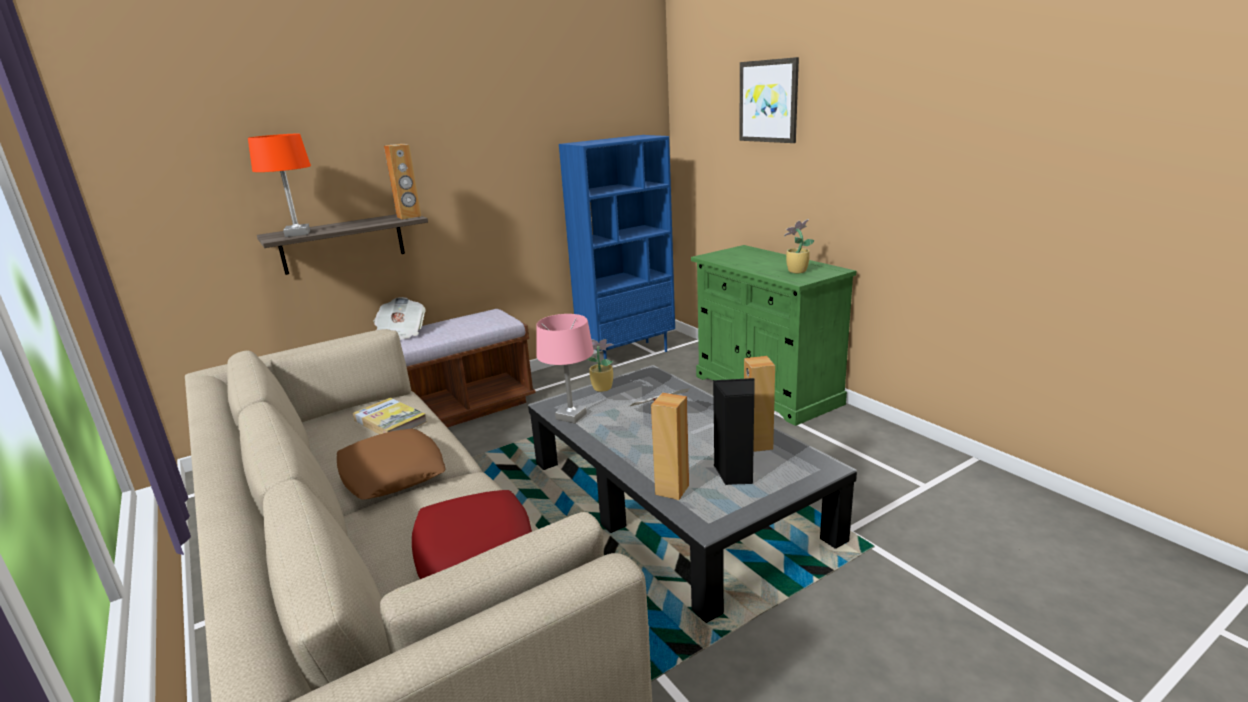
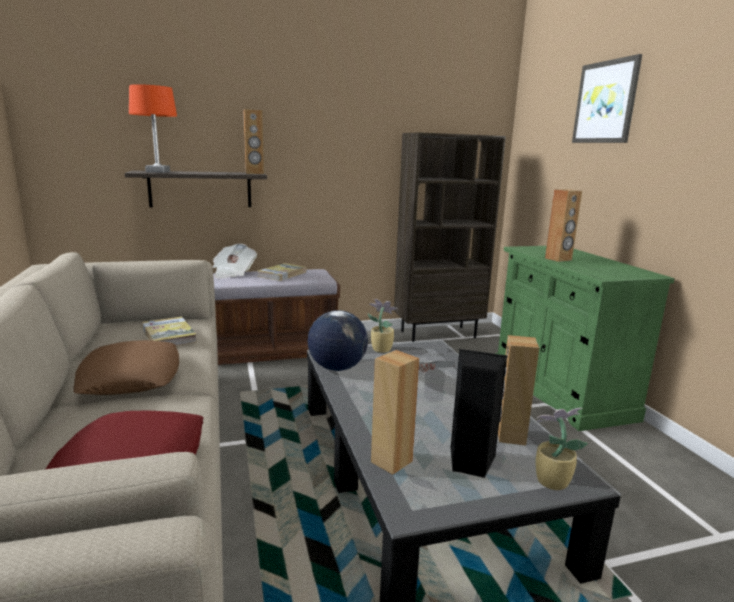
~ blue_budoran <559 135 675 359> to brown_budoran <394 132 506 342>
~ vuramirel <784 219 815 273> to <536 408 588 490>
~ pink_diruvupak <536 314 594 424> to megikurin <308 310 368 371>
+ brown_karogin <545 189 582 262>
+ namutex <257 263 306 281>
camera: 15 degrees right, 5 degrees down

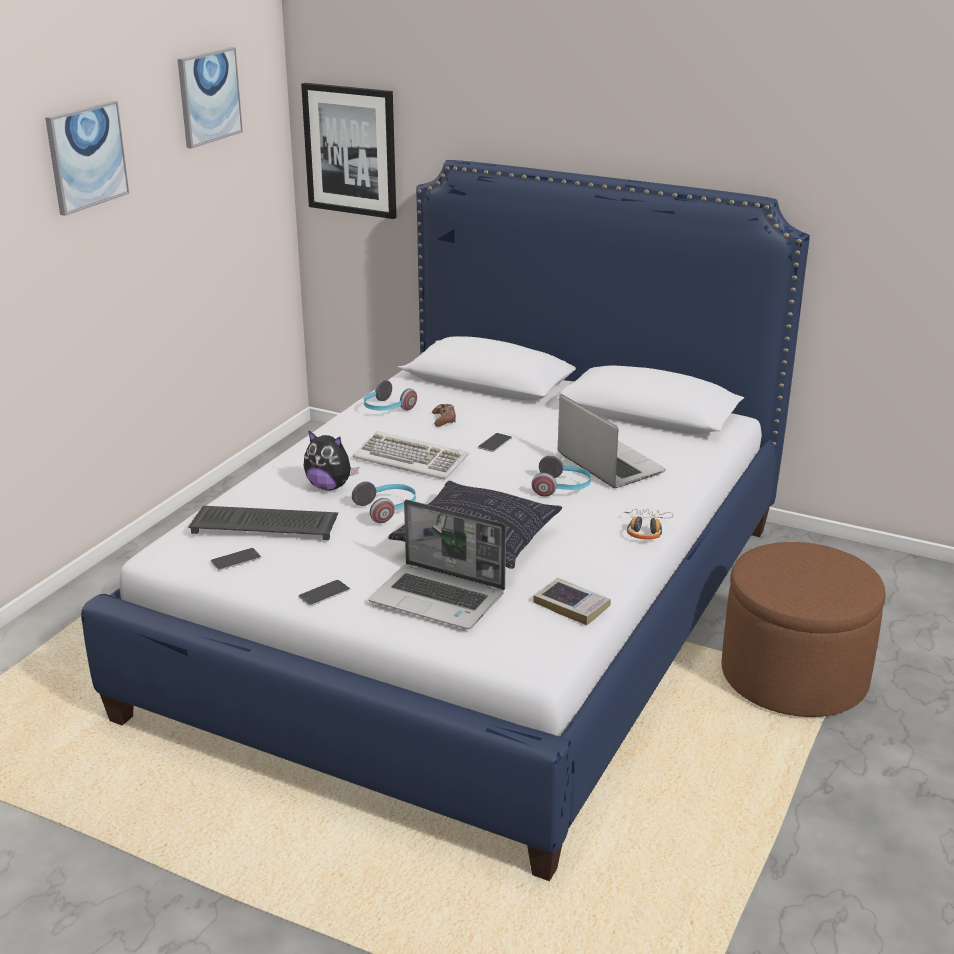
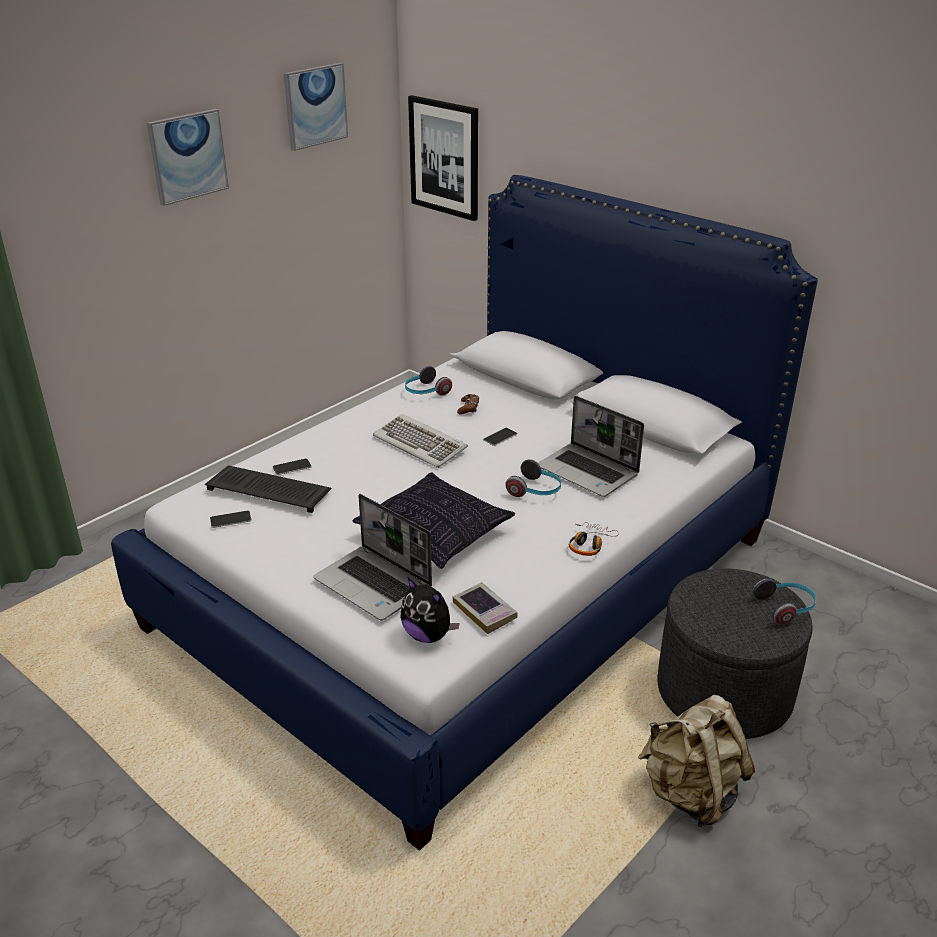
~ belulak <558 394 666 488> = <538 396 644 497> 150 degrees clockwise
~ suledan <304 430 359 490> to <400 578 460 643>
~ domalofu <352 481 416 523> to <753 579 816 625>
~ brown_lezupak <721 542 886 717> to grey_lezupak <657 568 812 739>
~ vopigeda <298 580 350 606> to <272 459 312 475>
+ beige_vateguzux <638 695 755 827>
camera: 15 degrees right, 5 degrees up

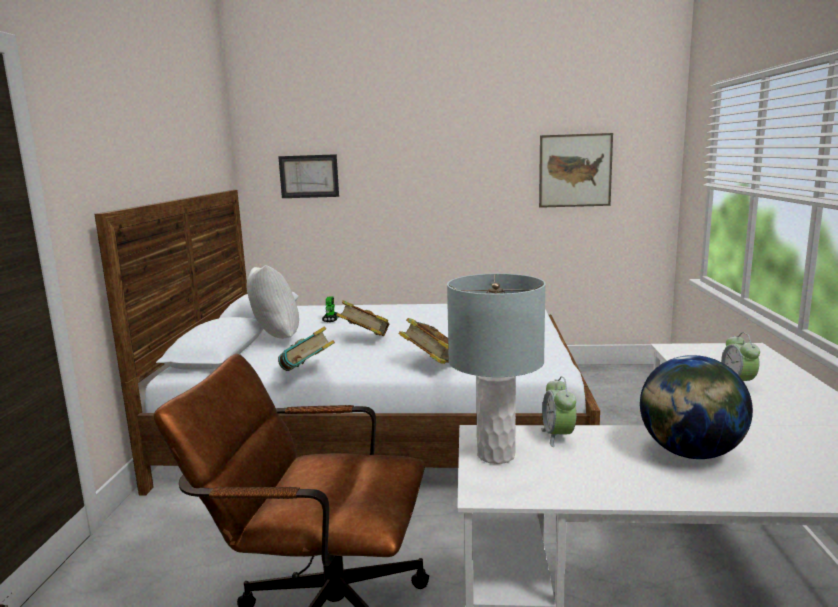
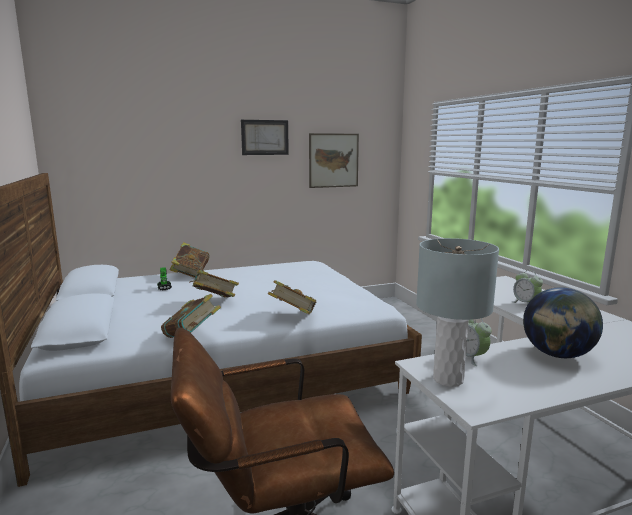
~ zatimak <278 154 339 198> to <241 120 289 155>
- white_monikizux <247 265 299 339>
+ namutex <170 242 209 278>
camera: 25 degrees left, 0 degrees up

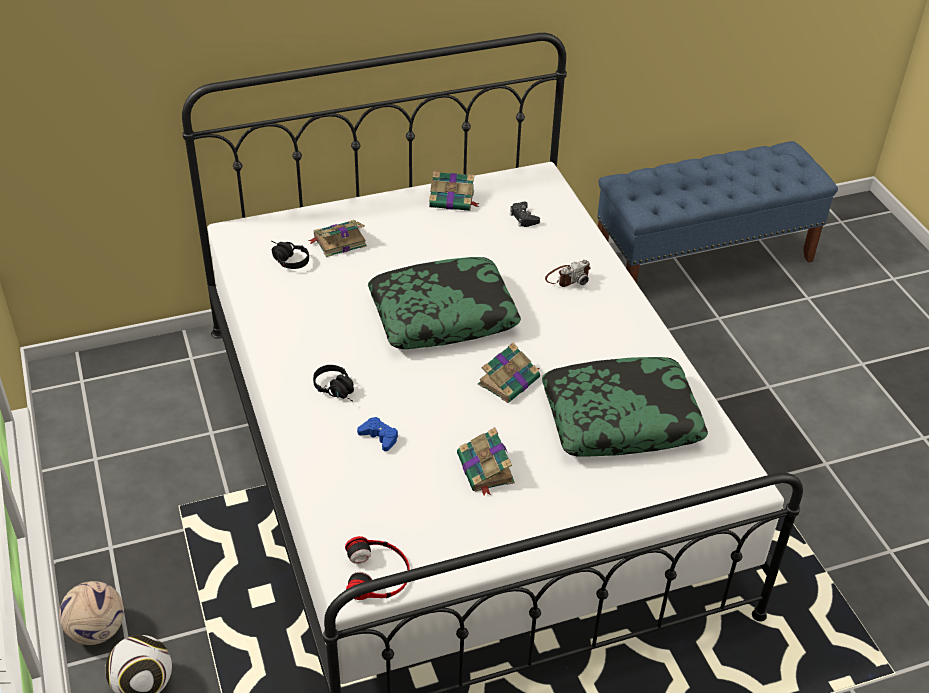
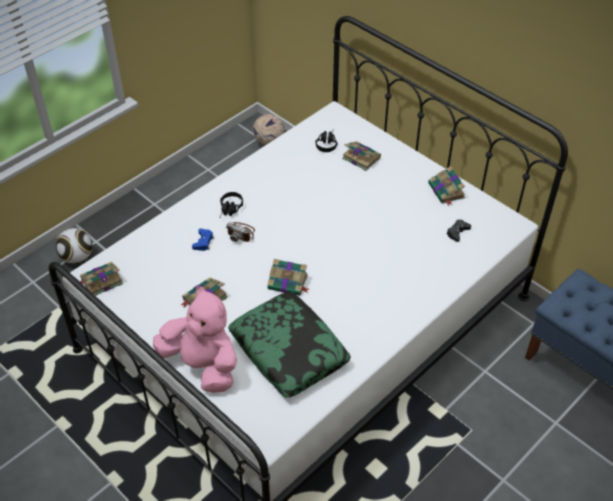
- monikizux <368 257 521 349>
~ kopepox <545 259 591 287> to <226 222 255 242>
~ domalofu <345 536 410 600> to namutex <80 262 123 296>
~ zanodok <59 581 124 645> to <253 114 284 145>
+ pink_suledan <153 286 237 393>
camera: 65 degrees right, 5 degrees up

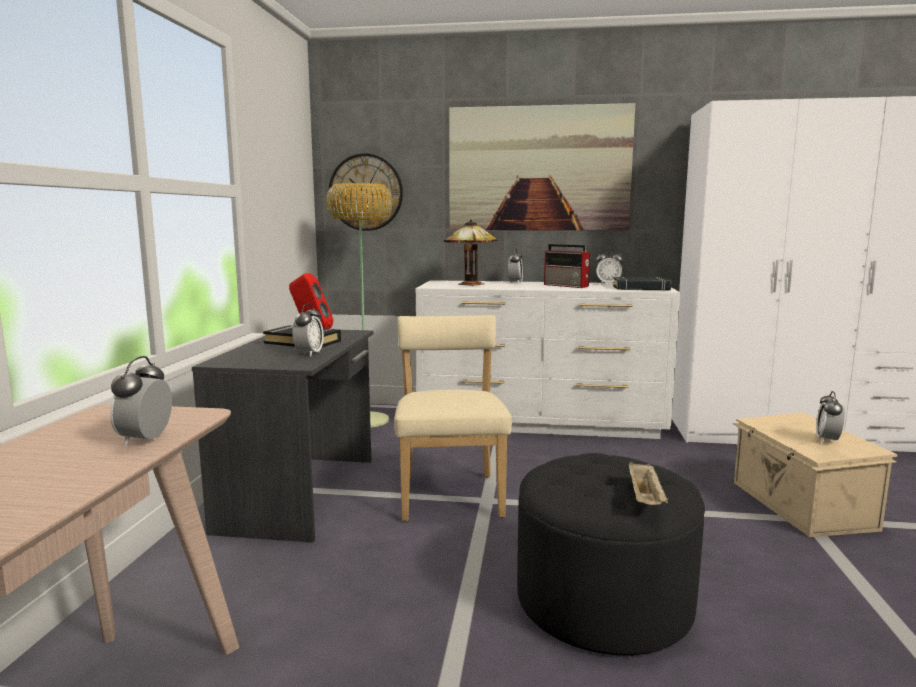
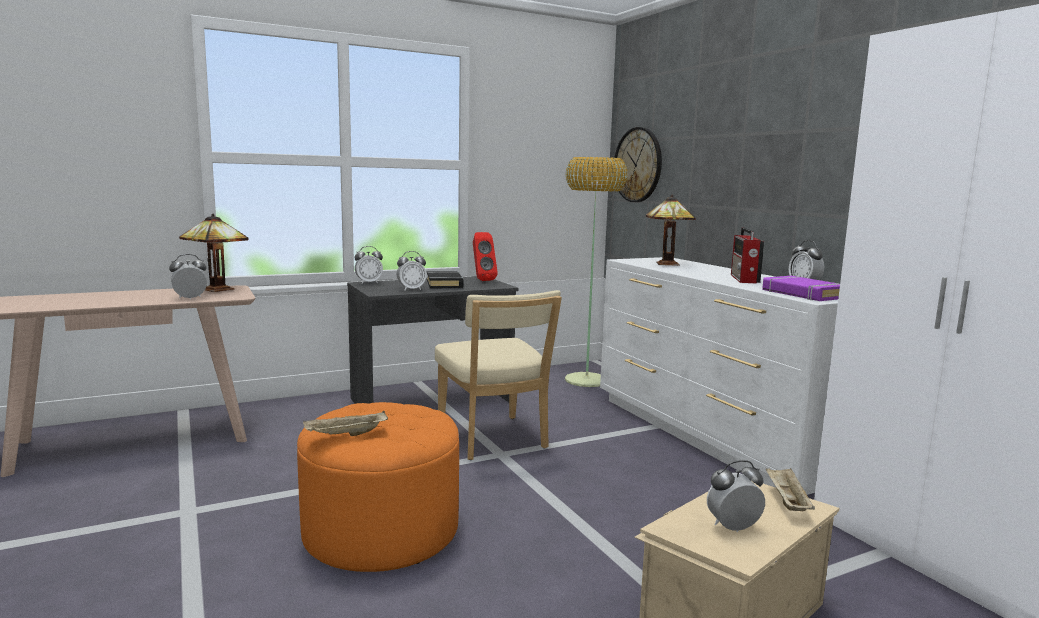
- zatimak <449 103 635 230>
~ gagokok <508 248 523 284> to <354 246 383 284>
~ black_namutex <613 277 671 291> to purple_namutex <762 276 840 301>
~ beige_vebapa <394 315 512 521> = <435 290 562 460> 105 degrees clockwise
~ black_lezupak <517 453 705 656> to orange_lezupak <297 402 459 572>
+ diruvupak <179 213 249 292>
+ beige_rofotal <766 468 815 511>
camera: 55 degrees right, 0 degrees up

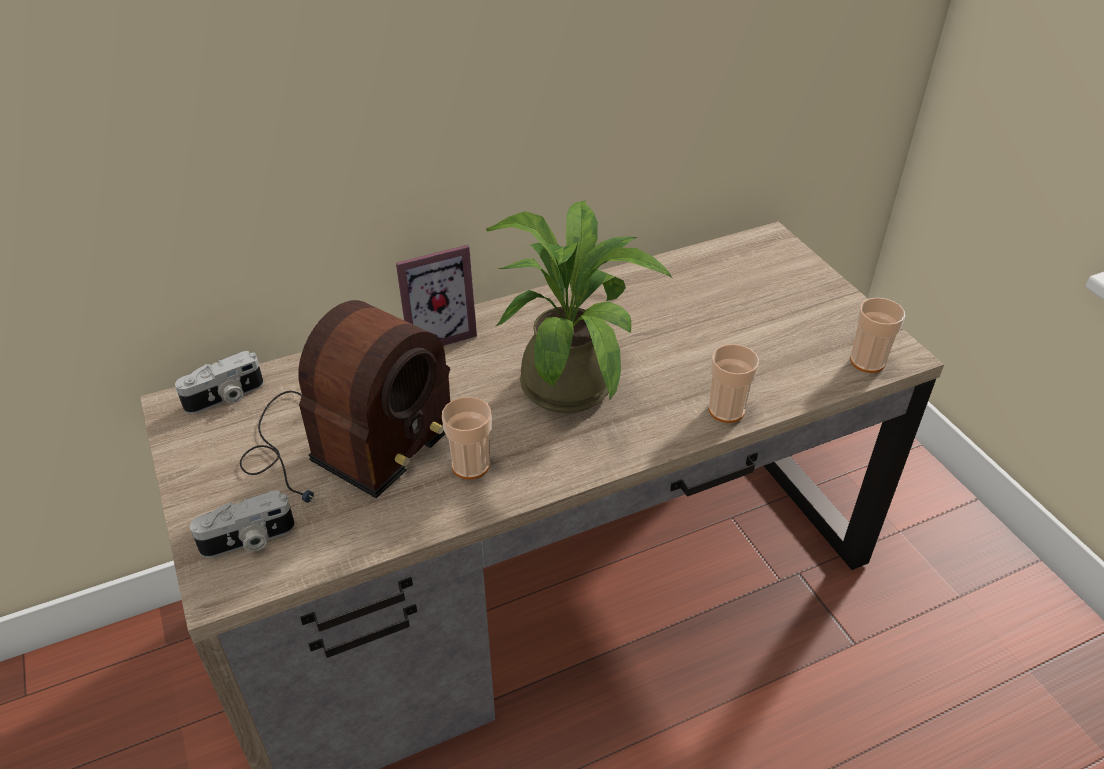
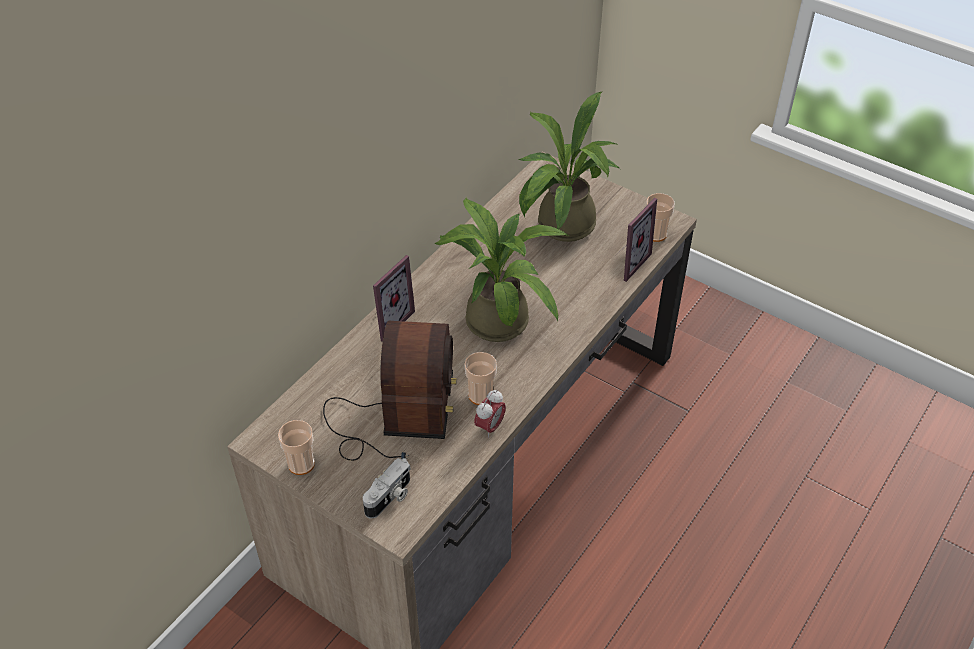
~ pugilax <709 344 759 423> to <278 420 315 475>
- kopepox <175 351 264 414>
+ vuramirel <519 91 620 242>
+ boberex <617 198 657 282>
+ gagokok <474 390 506 438>
camera: 30 degrees left, 5 degrees up

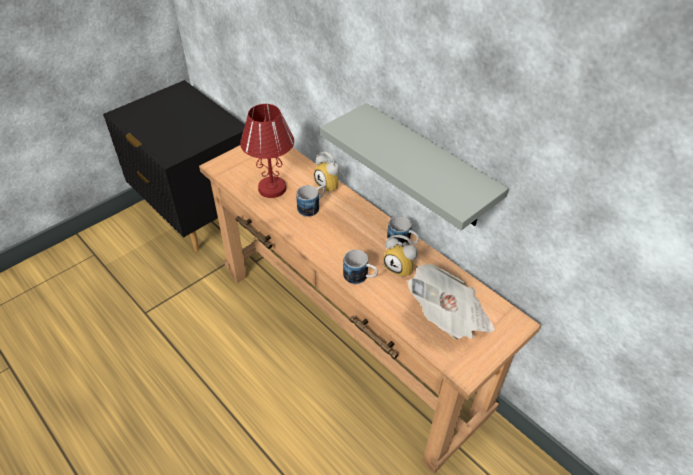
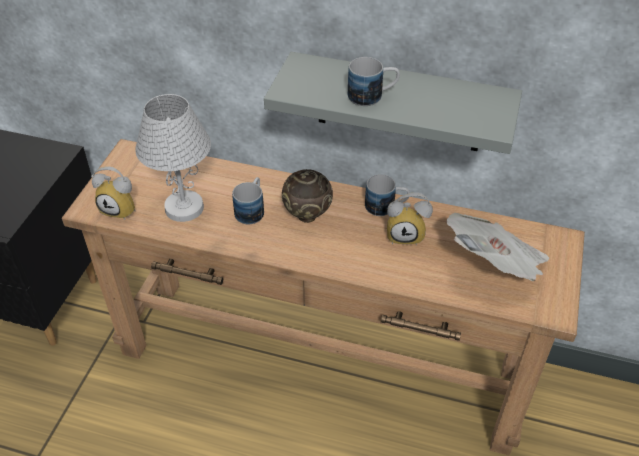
~ red_diruvupak <240 104 294 198> to white_diruvupak <135 94 211 222>
~ gagokok <314 152 341 193> to <91 167 135 220>
~ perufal <343 249 378 284> to <348 57 400 106>
+ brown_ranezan <282 169 333 223>
camera: 30 degrees left, 0 degrees up

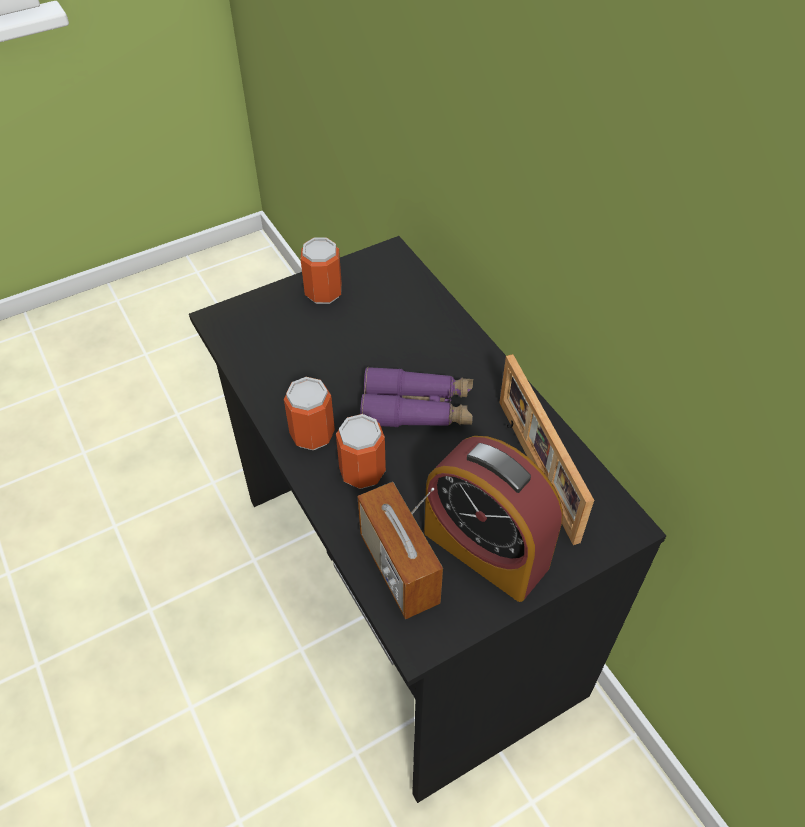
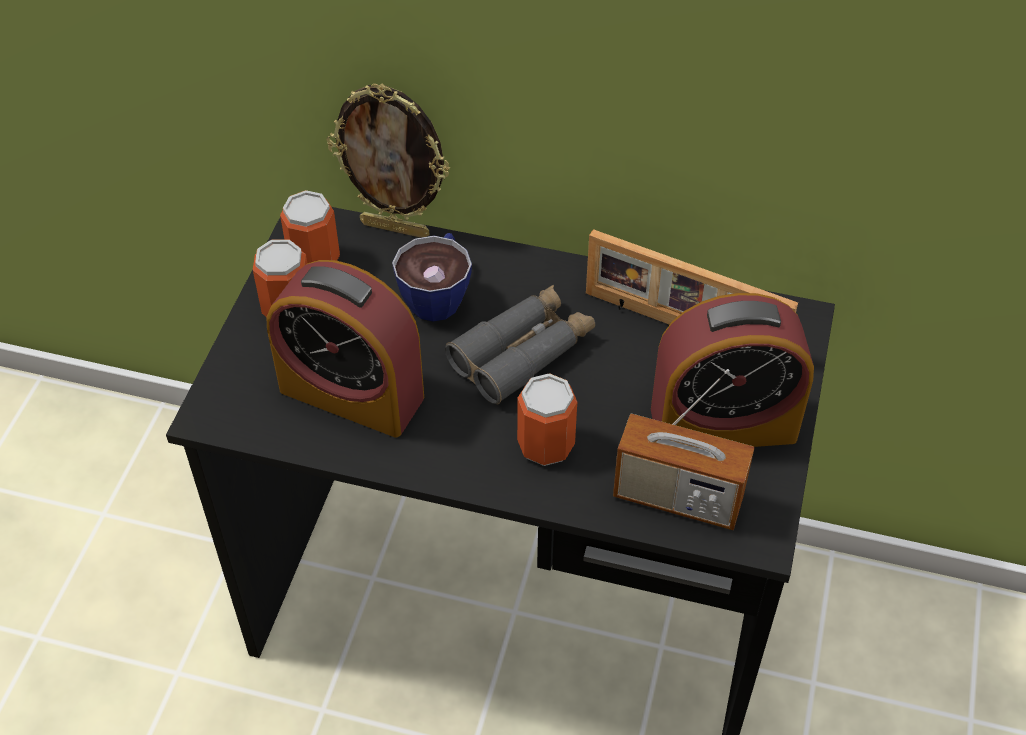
~ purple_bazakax <360 366 473 427> to grey_bazakax <445 285 595 404>
~ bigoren <284 377 335 450> to <280 190 340 263>
+ boberex <327 84 450 238>
+ pugilax <392 233 472 322>
+ gagokok <266 260 424 437>
camera: 45 degrees left, 0 degrees up

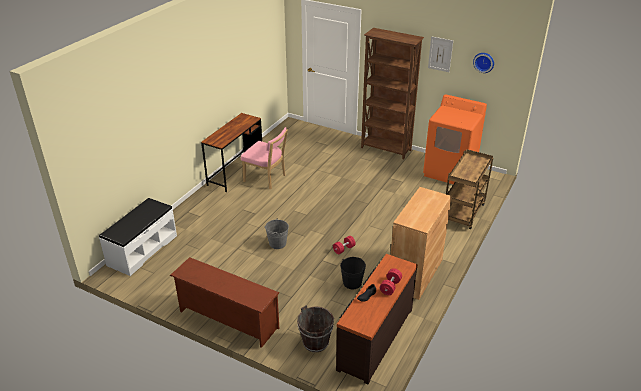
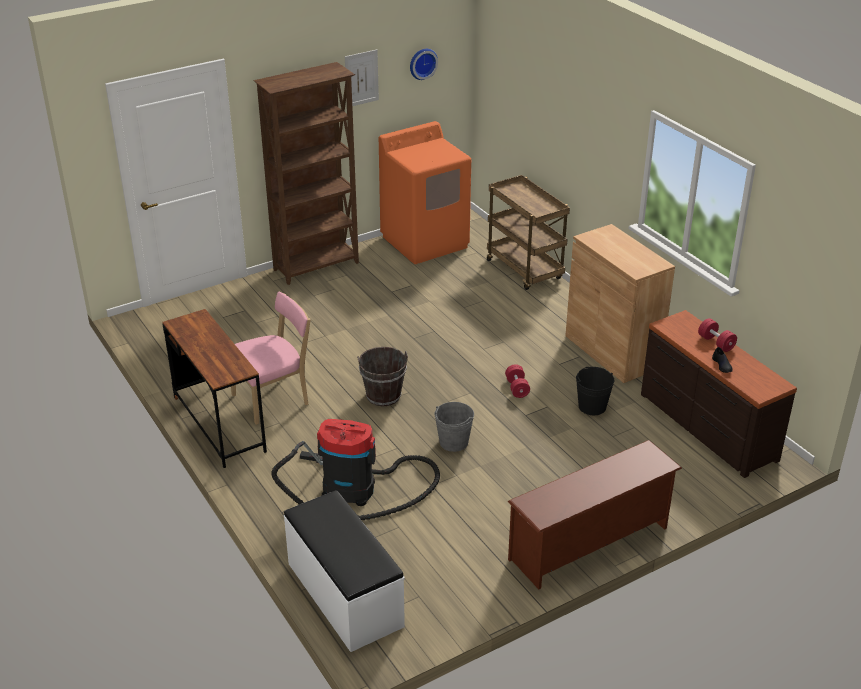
~ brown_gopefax <297 305 334 352> to <357 347 408 406>
+ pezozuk <271 419 440 520>
camera: 60 degrees left, 0 degrees up

